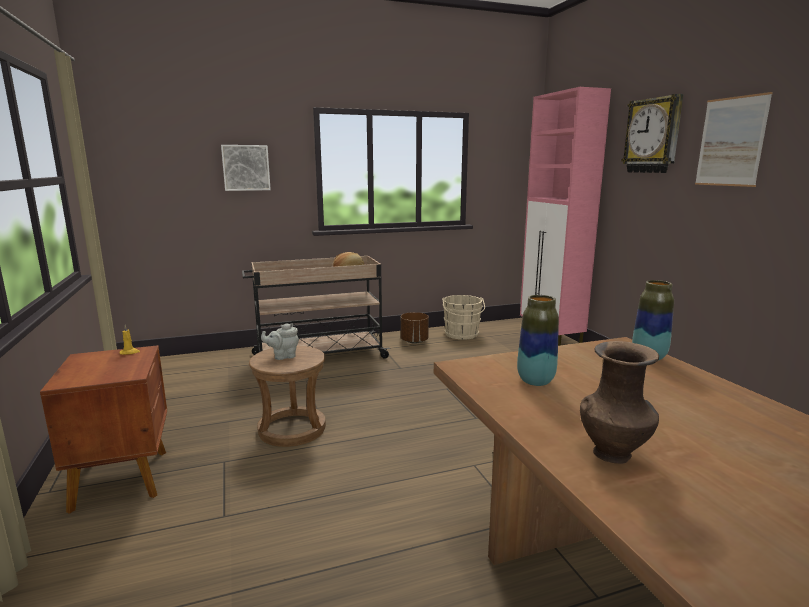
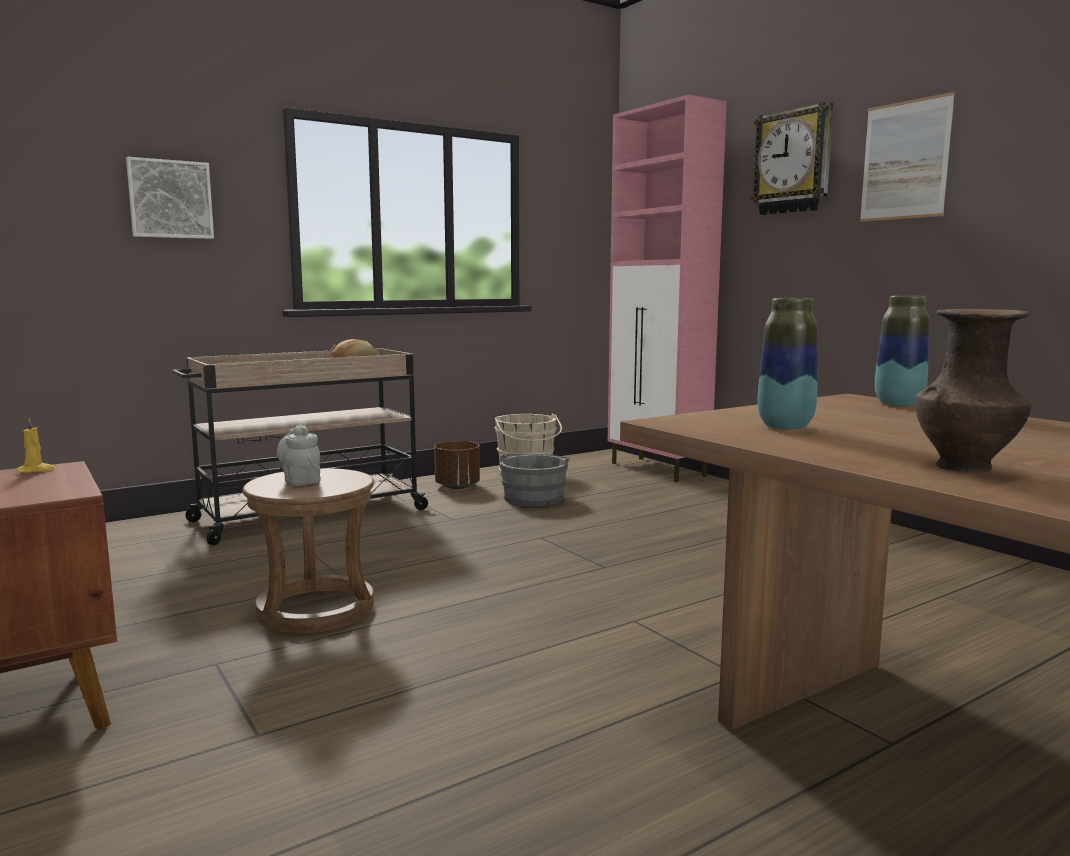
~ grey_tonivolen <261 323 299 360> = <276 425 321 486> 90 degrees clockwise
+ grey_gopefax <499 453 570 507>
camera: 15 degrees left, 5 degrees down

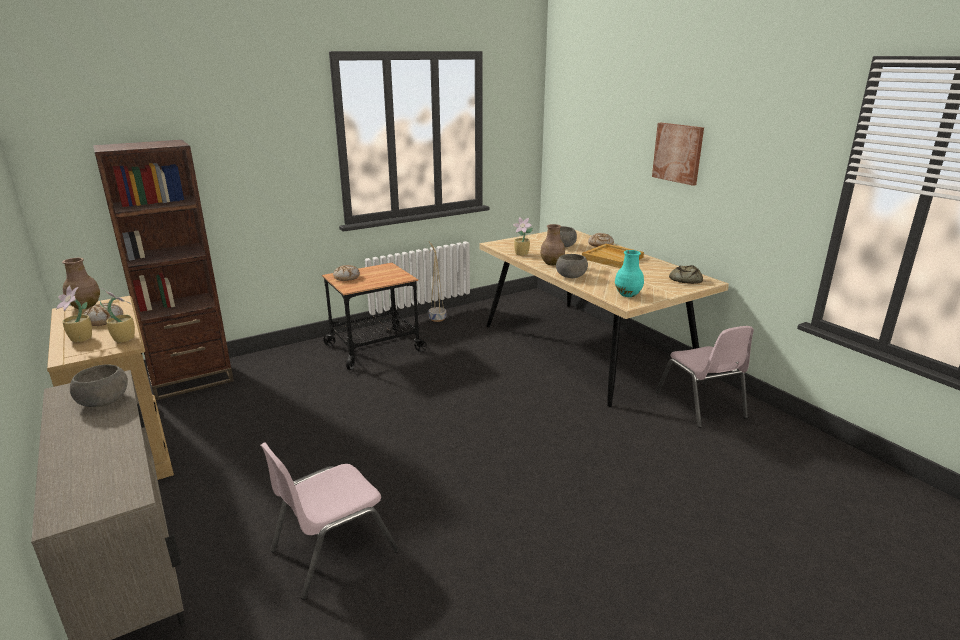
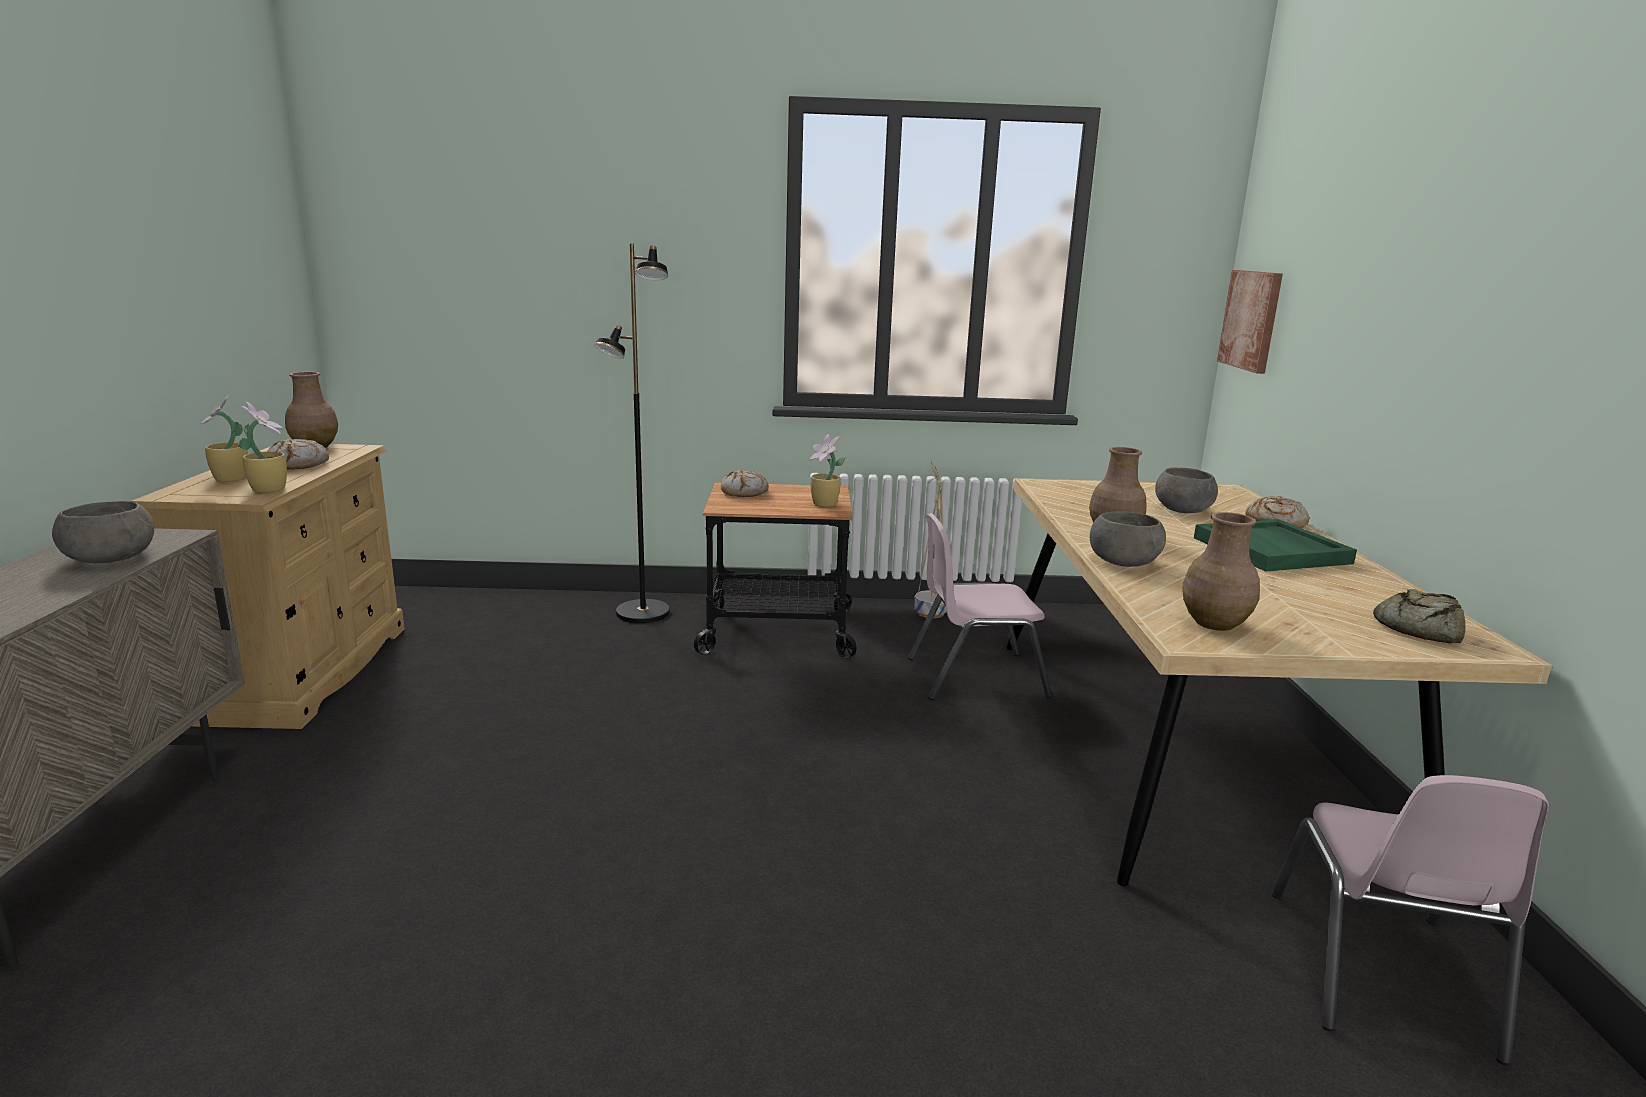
~ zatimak <652 123 704 186> to <1217 270 1283 374>
- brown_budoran <93 140 234 400>
~ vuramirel <513 217 533 256> to <809 434 846 507>
~ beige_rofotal <582 244 644 268> to green_rofotal <1194 519 1357 572>
~ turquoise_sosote <615 250 644 297> to brown_sosote <1182 512 1260 631>
~ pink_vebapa <260 442 399 600> to <908 513 1052 700>
+ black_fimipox <594 243 670 623>
camera: 30 degrees right, 5 degrees down

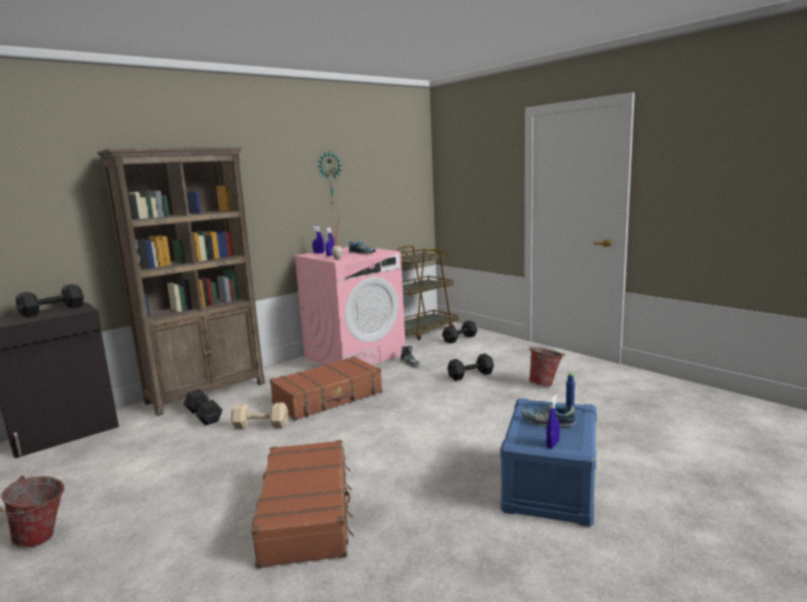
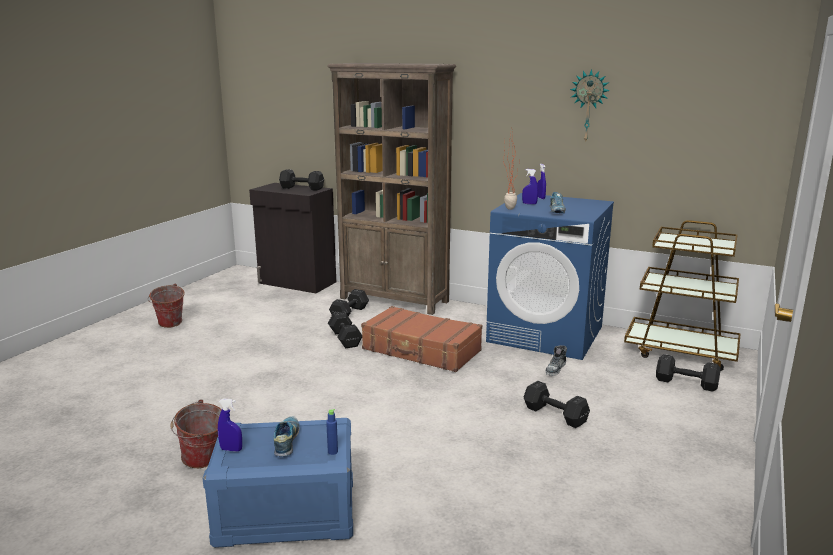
~ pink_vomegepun <294 247 405 366> to blue_vomegepun <486 193 614 360>
~ gopefax <529 347 565 386> to <171 400 222 468>
~ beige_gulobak <231 403 288 429> to black_gulobak <328 312 362 349>
- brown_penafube <251 440 354 568>
camera: 65 degrees right, 5 degrees up

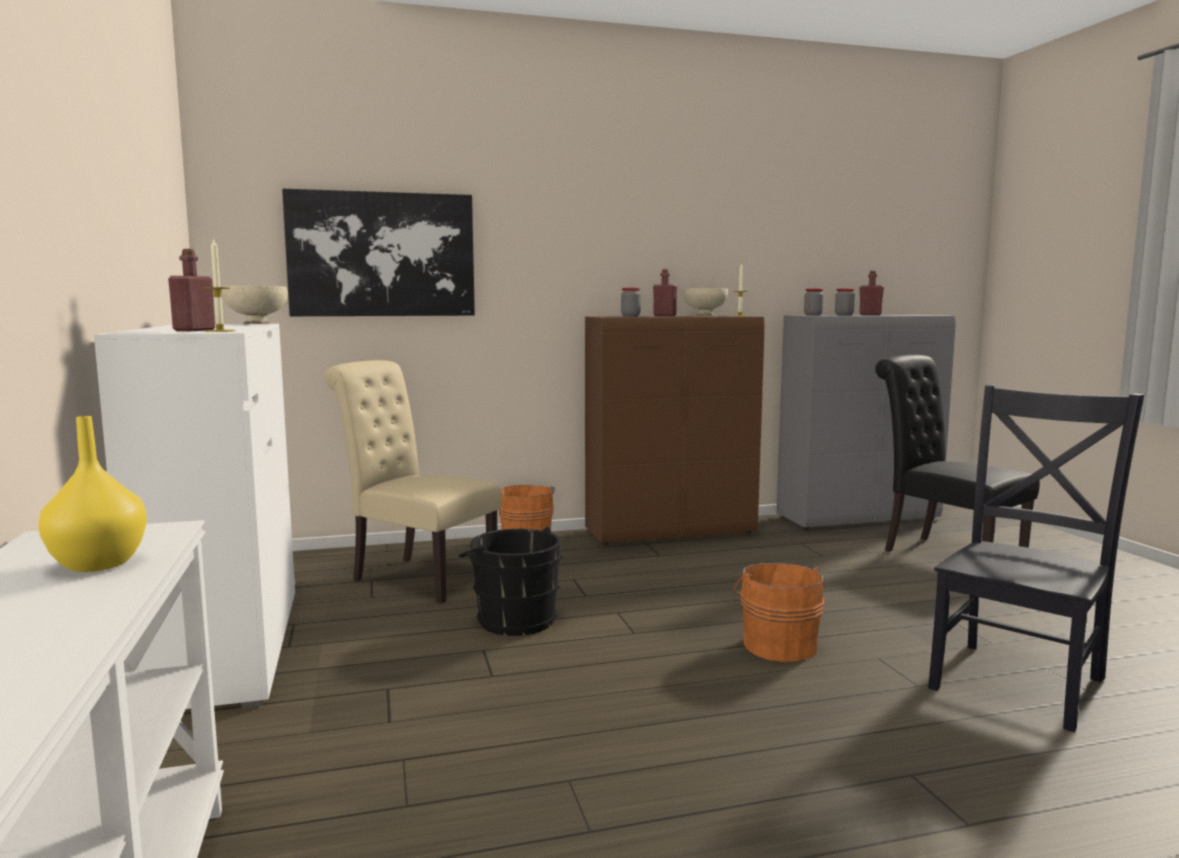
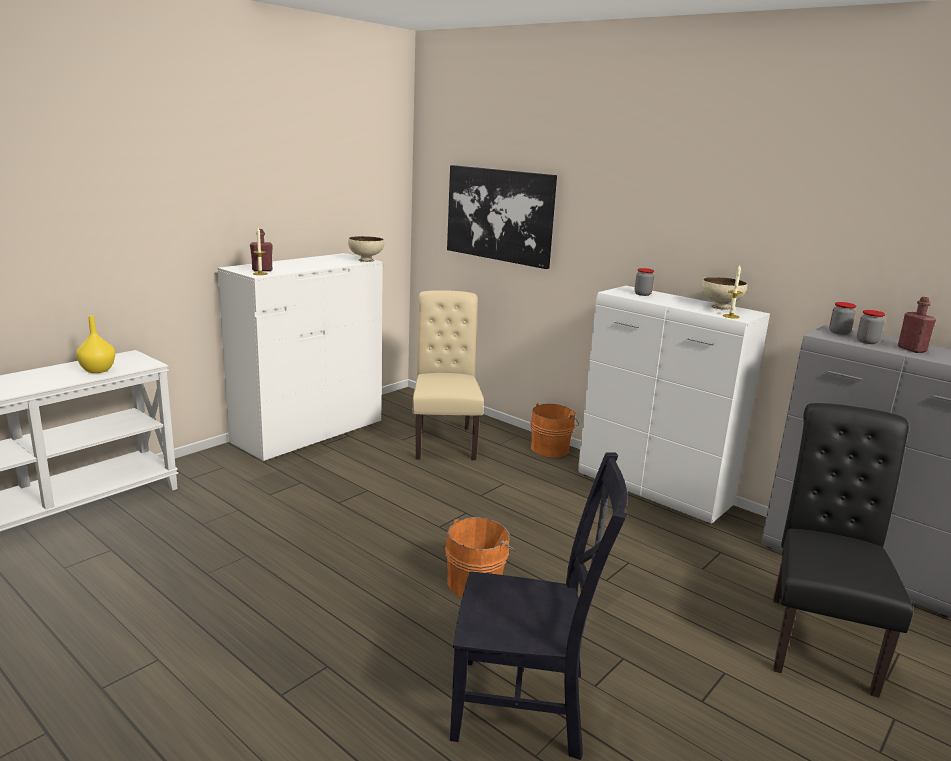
- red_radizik <653 269 678 316>
~ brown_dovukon <585 316 765 545> to white_dovukon <578 286 770 524>
- black_gopefax <459 527 562 636>
camera: 55 degrees right, 10 degrees up

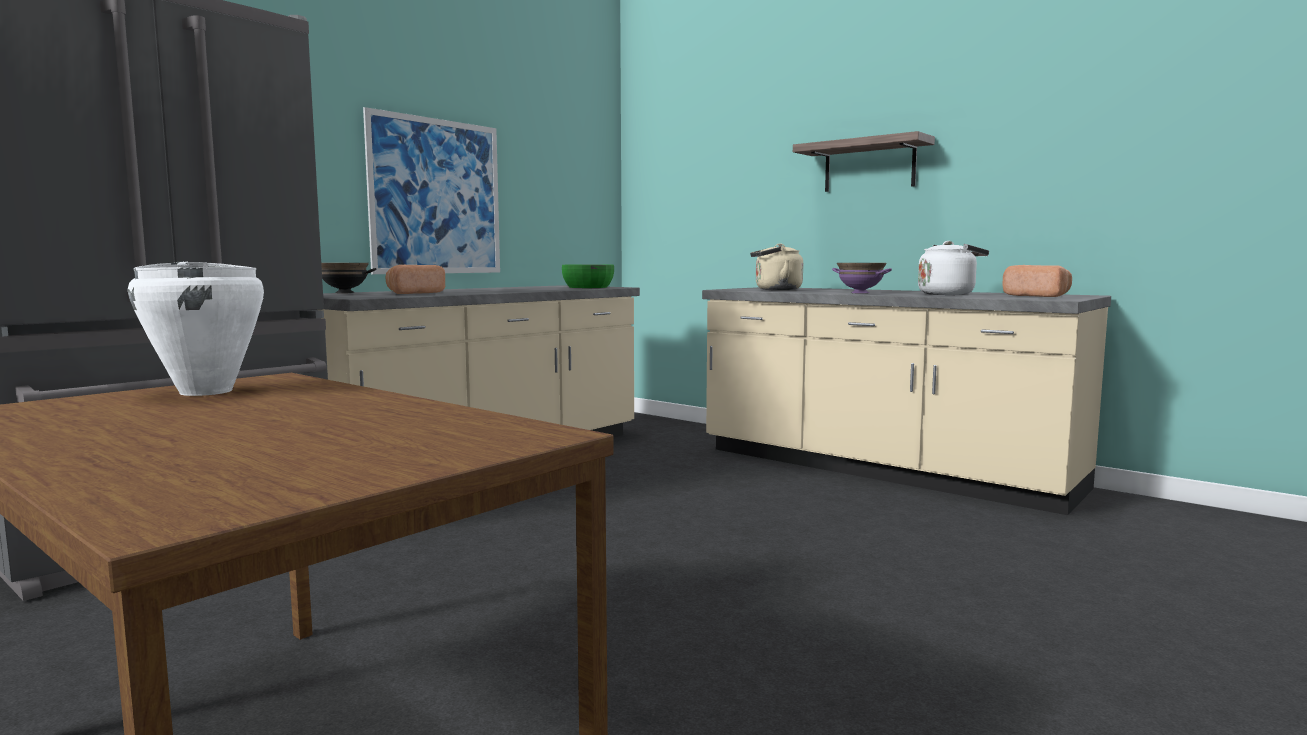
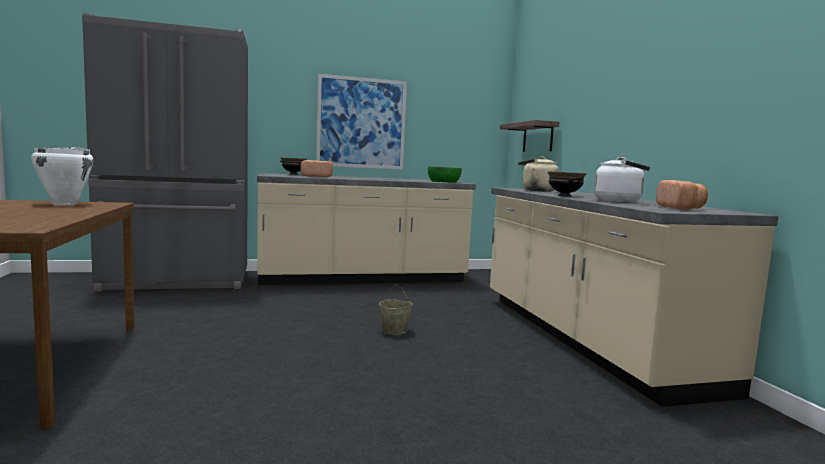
~ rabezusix <793 131 935 192> to <500 120 560 152>
~ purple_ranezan <832 263 892 294> to black_ranezan <548 171 587 197>
+ beige_gopefax <379 284 413 335>
camera: 35 degrees right, 0 degrees up

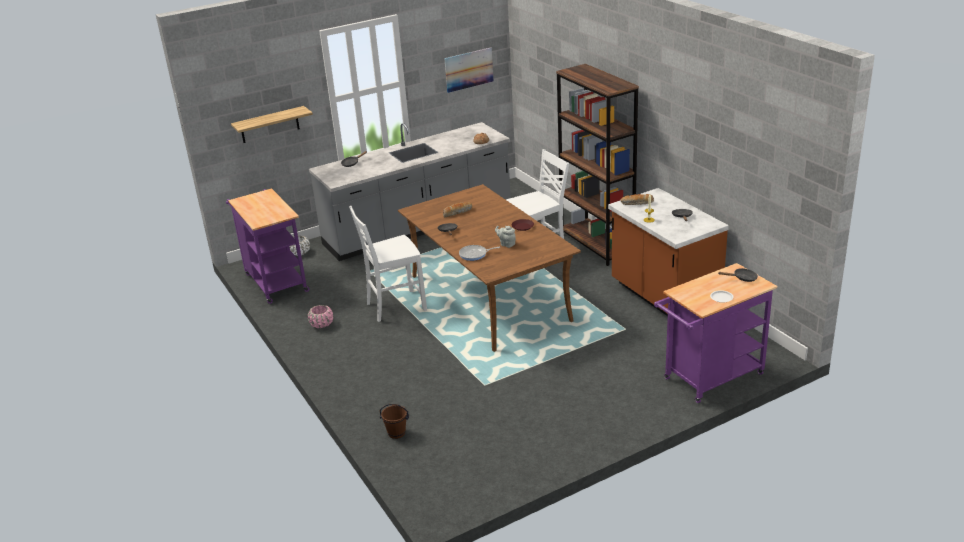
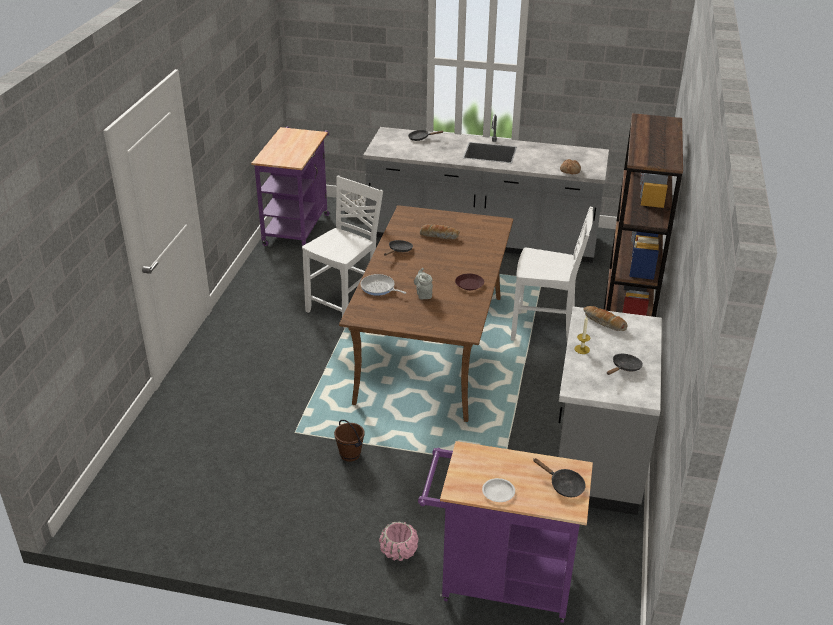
- zatimak <444 47 494 93>
- rabezusix <231 106 313 143>
~ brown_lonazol <608 188 729 316> to grey_lonazol <558 306 662 515>
~ white_vebapa <349 206 427 322> = <302 176 383 328> 105 degrees clockwise
~ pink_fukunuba <308 305 333 328> to <379 521 419 561>
~ brown_gopefax <380 404 409 439> to <334 420 364 462>
camera: 40 degrees right, 5 degrees up

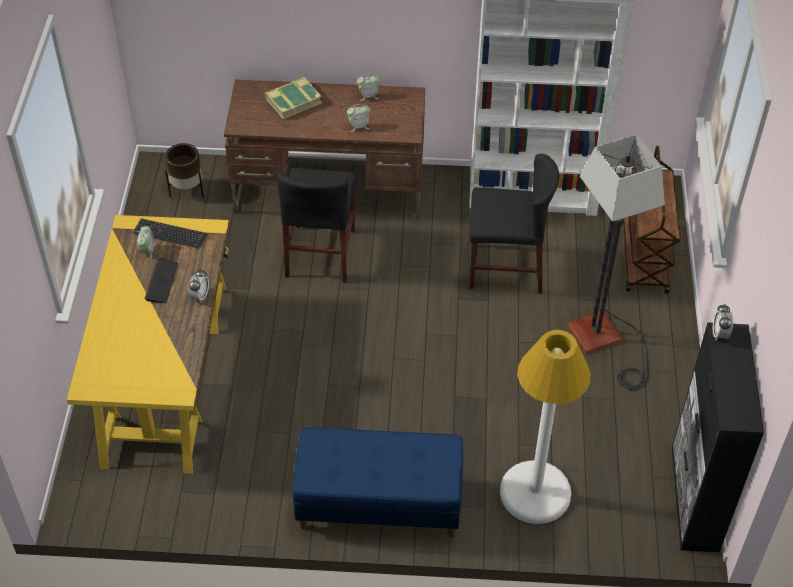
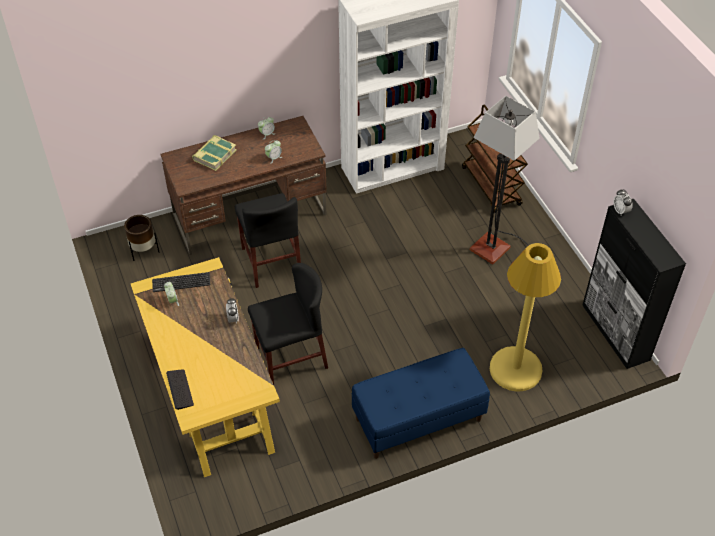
~ black_vebapa <470 154 559 294> to <248 263 328 385>
~ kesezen <145 258 179 303> to <166 370 194 410>
~ white_fimipox <500 330 591 524> to yellow_fimipox <490 243 561 391>
camera: 25 degrees left, 0 degrees up

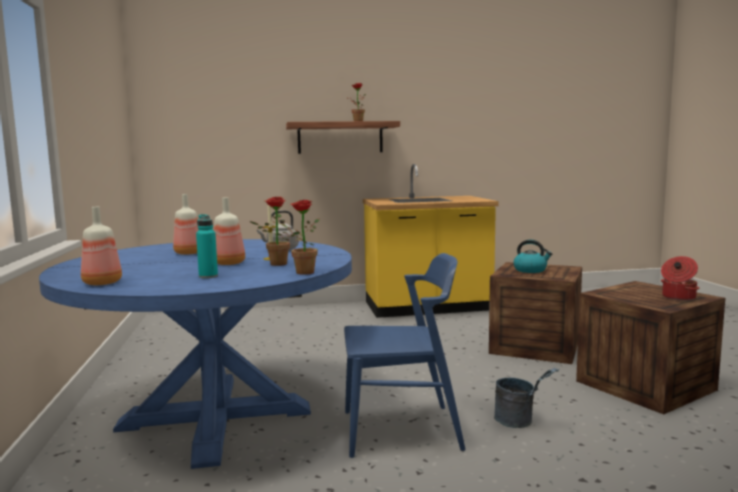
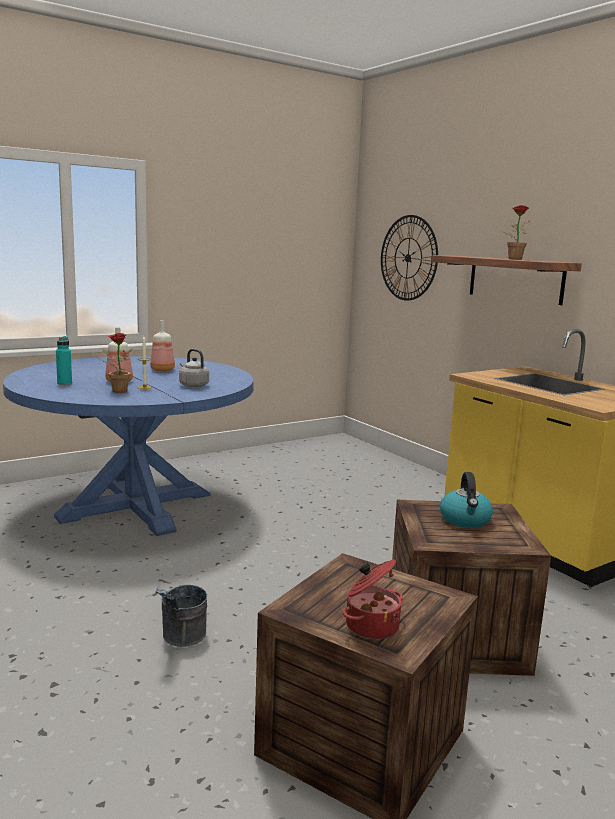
- vuramirel <280 200 320 275>
- radizik <81 206 122 285>
- blue_vebapa <344 253 466 458>
+ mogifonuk <381 215 438 301>
camera: 65 degrees right, 5 degrees up

